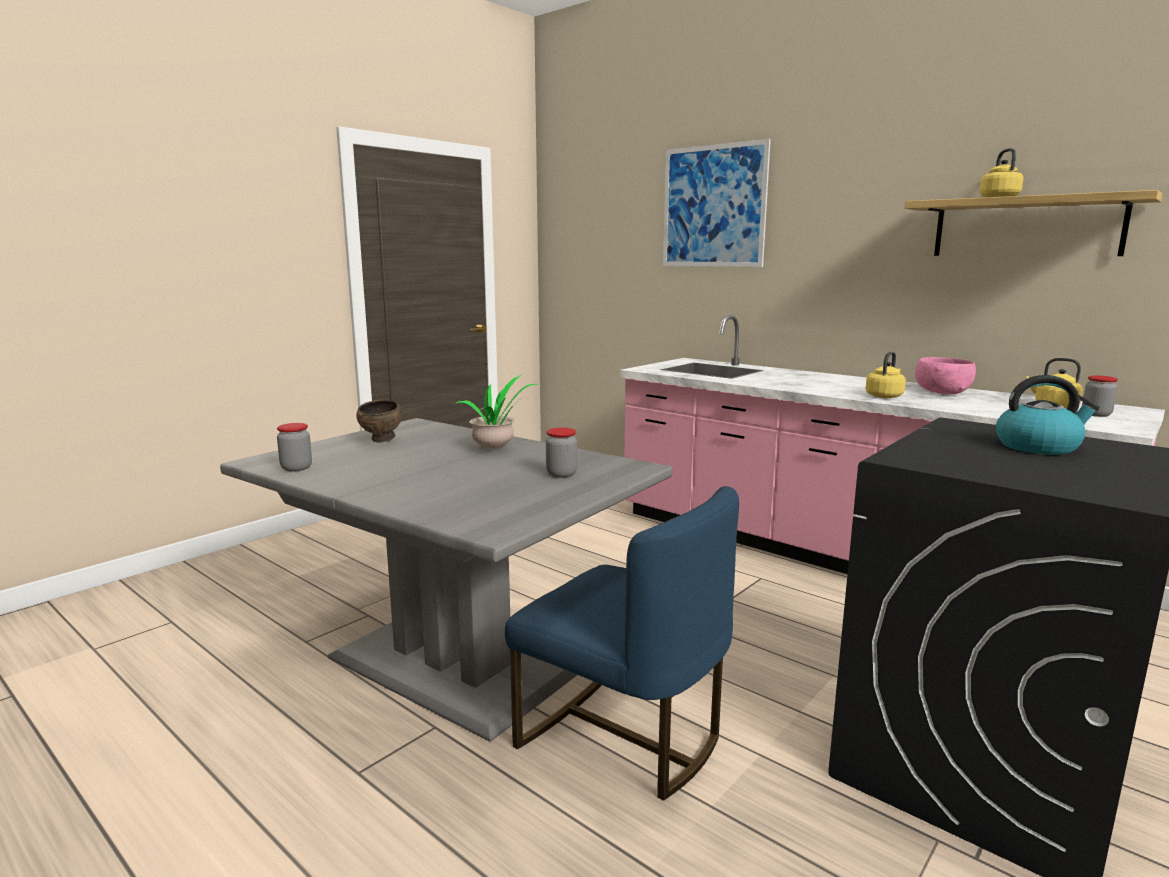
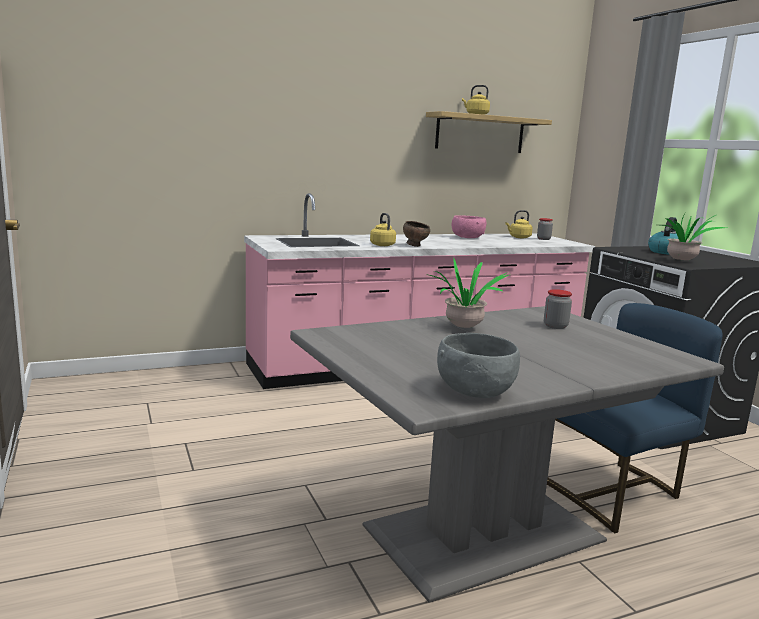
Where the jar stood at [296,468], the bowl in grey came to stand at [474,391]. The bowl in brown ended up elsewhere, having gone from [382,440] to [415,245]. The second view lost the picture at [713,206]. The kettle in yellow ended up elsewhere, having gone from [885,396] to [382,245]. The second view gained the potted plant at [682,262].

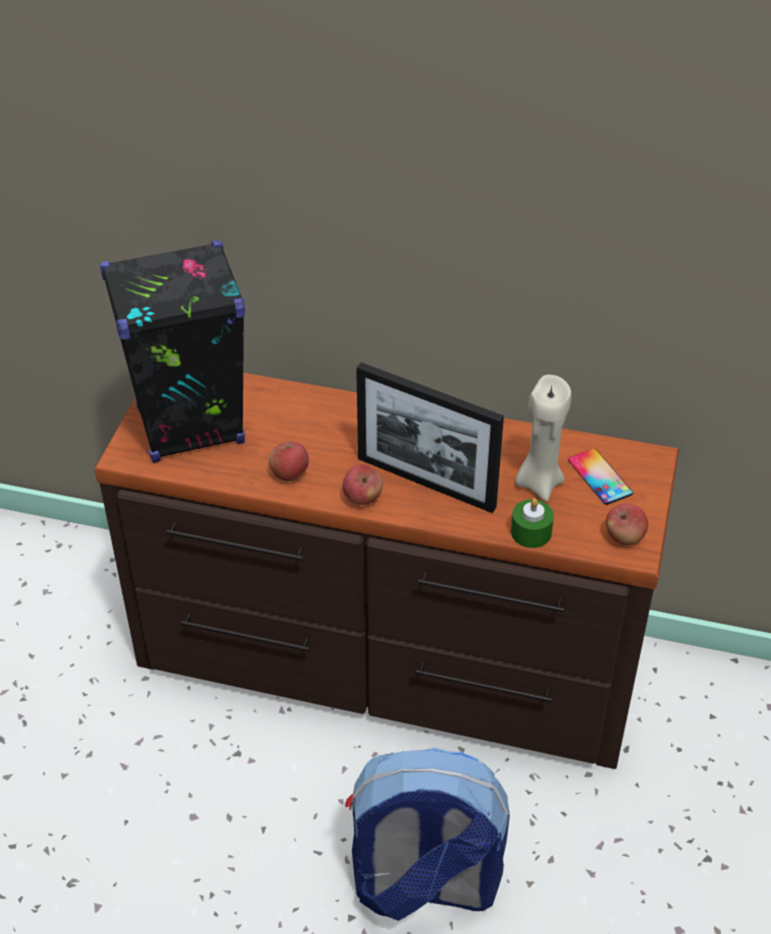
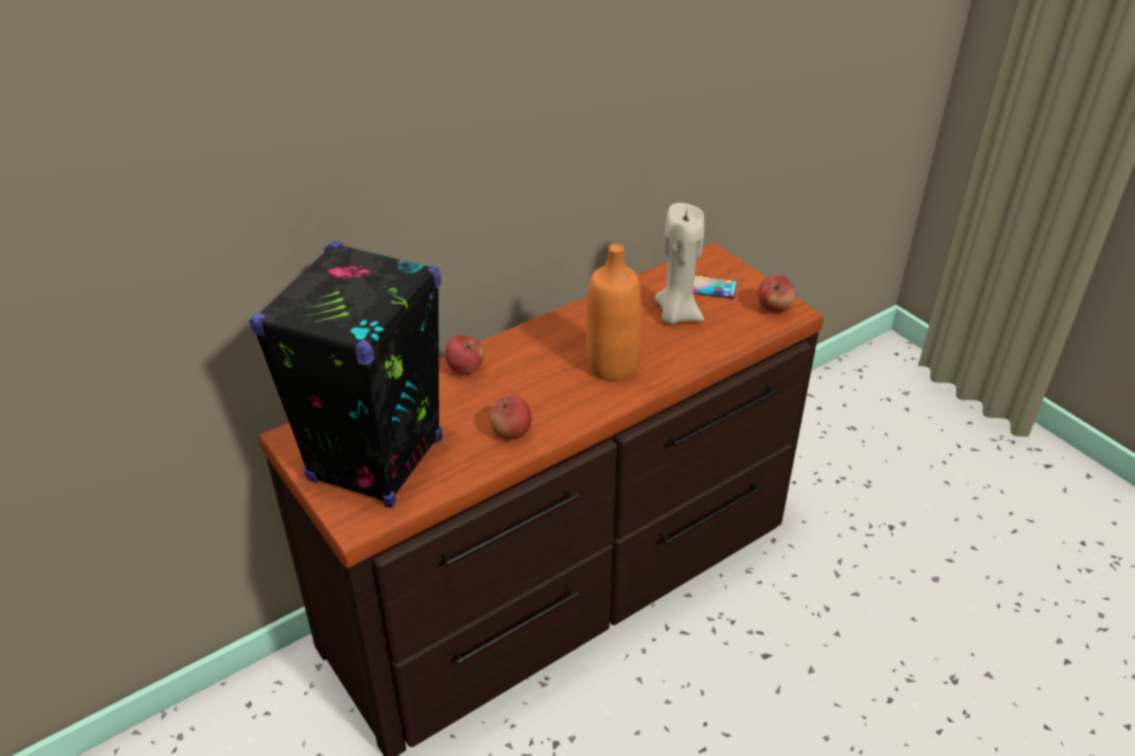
The apple ended up elsewhere, having gone from [362,498] to [465,369]. The second view lost the backpack at [423,882]. Where the picture frame stood at [426,483], the bottle in orange came to stand at [611,366]. The second view lost the candle in green at [531,532].

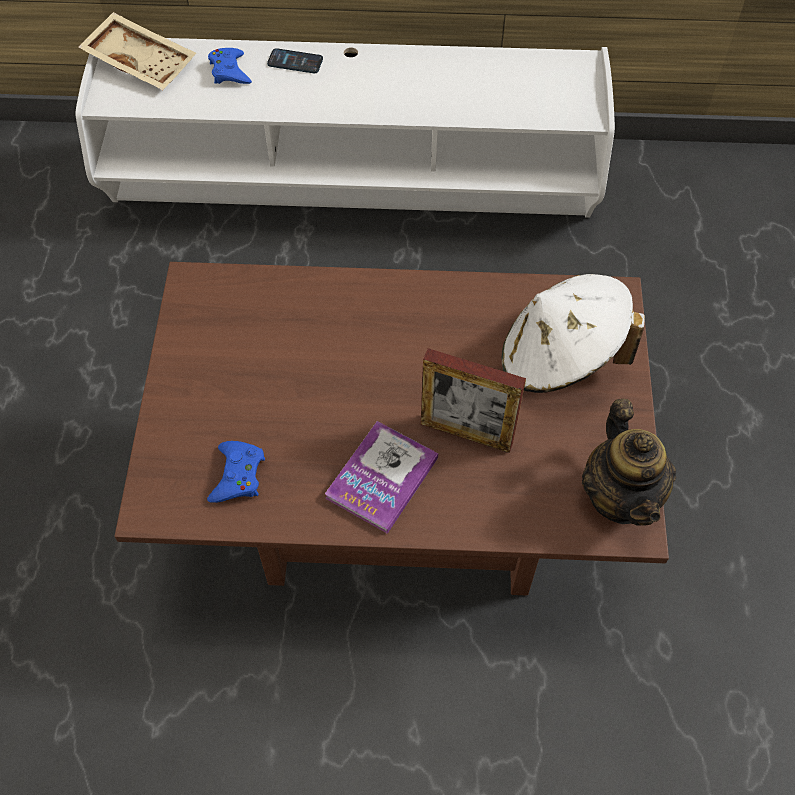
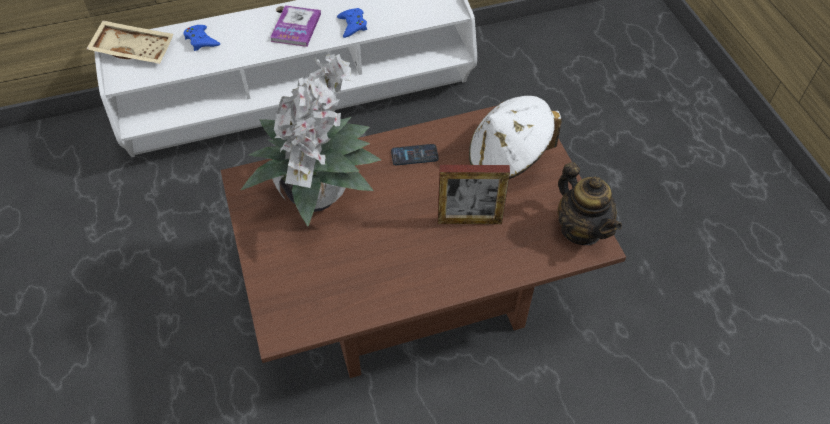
The game controller in blue ended up elsewhere, having gone from [238,475] to [352,25]. The phone ended up elsewhere, having gone from [295,62] to [414,155]. The book ended up elsewhere, having gone from [382,478] to [296,27]. The second view gained the potted plant at [319,195].

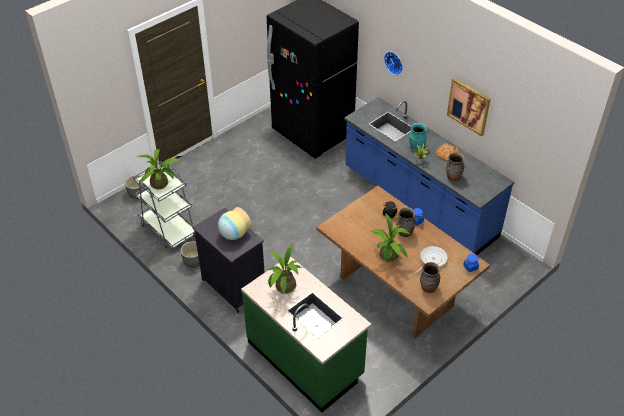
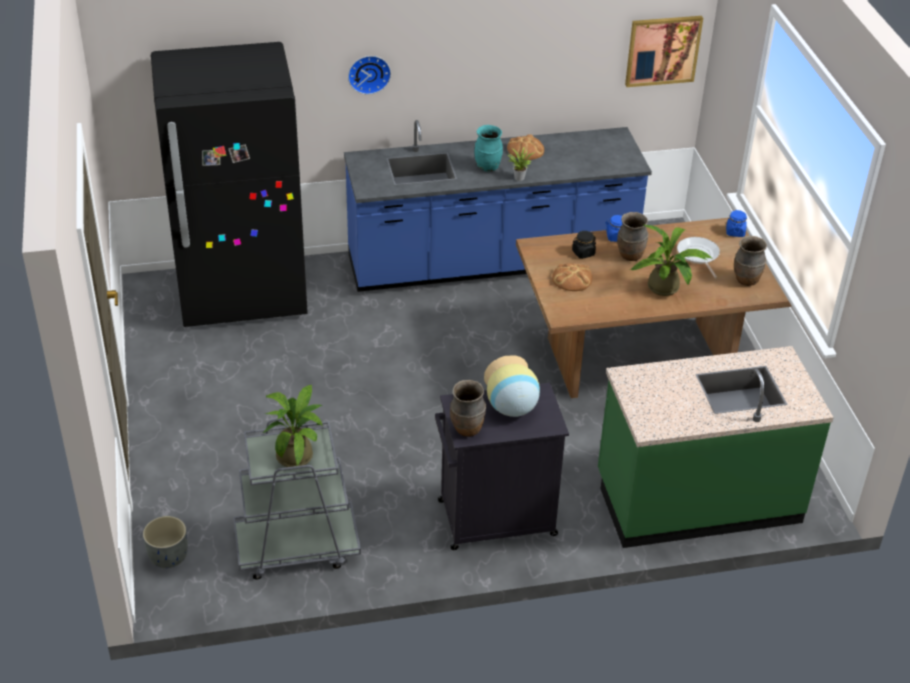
The second view lost the planter in grey at [193,261]. The second view lost the potted plant at [283,288]. The vase in brown ended up elsewhere, having gone from [453,177] to [467,429]. The picture ended up elsewhere, having gone from [469,106] to [662,50]. The second view gained the bread at [572,279].

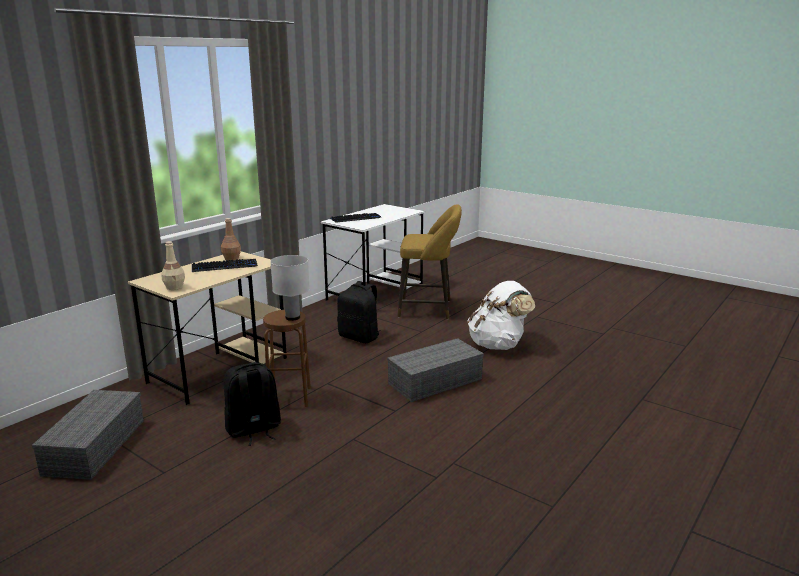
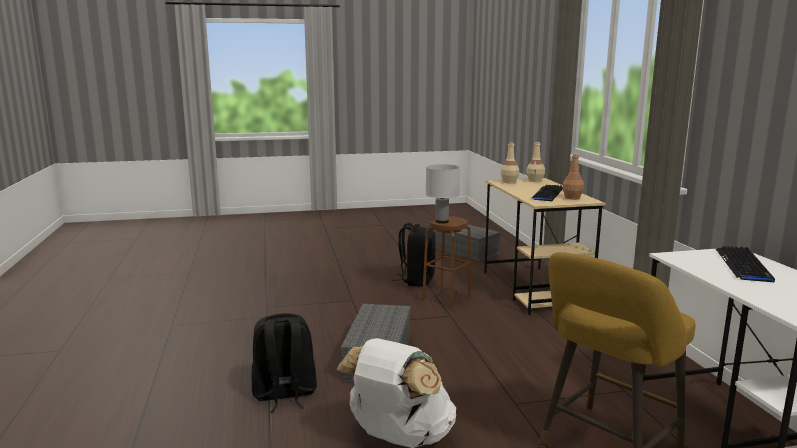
The backpack in black ended up elsewhere, having gone from [360,337] to [284,394]. The second view gained the bottle in beige at [535,181].

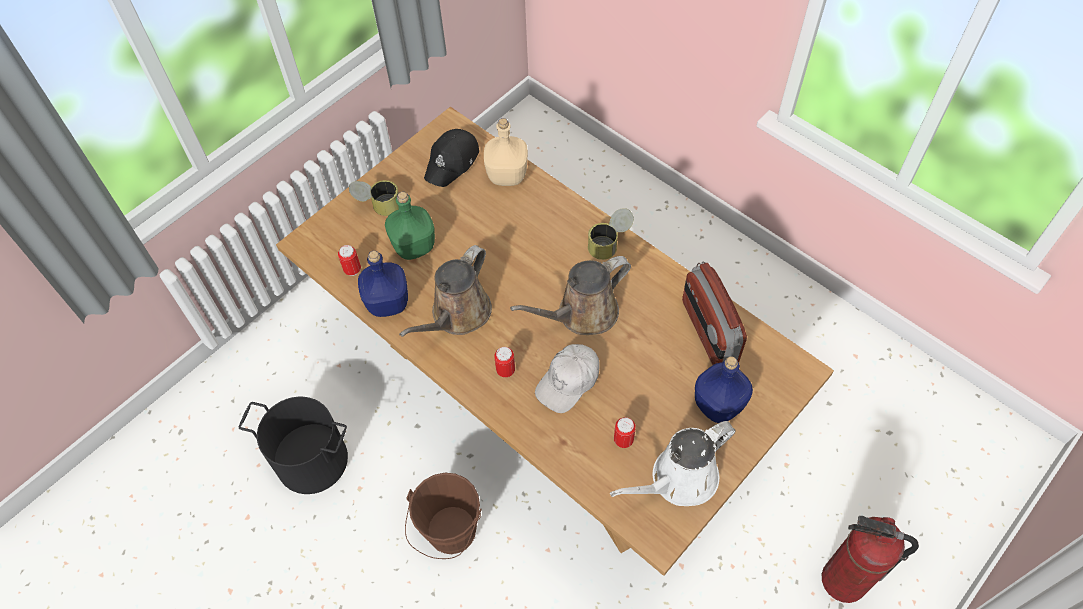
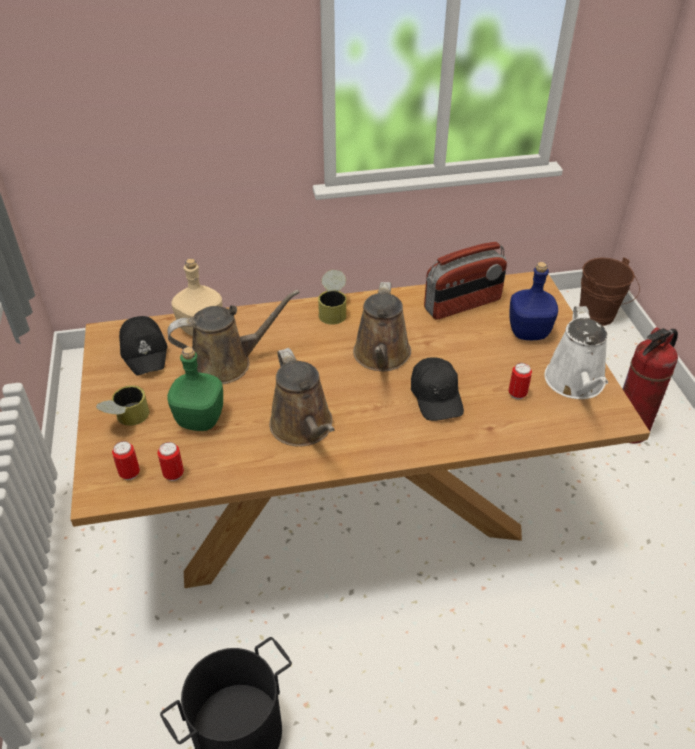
The second view lost the bottle in blue at [387,303]. The bucket in brown ended up elsewhere, having gone from [450,536] to [599,317]. The can ended up elsewhere, having gone from [505,370] to [129,473]. What was the cap in white at [568,381] turned into the cap in black at [436,396]. The radio at [708,332] ended up facing another way, 45 degrees counterclockwise from before. The second view gained the watering can in brown at [227,363].

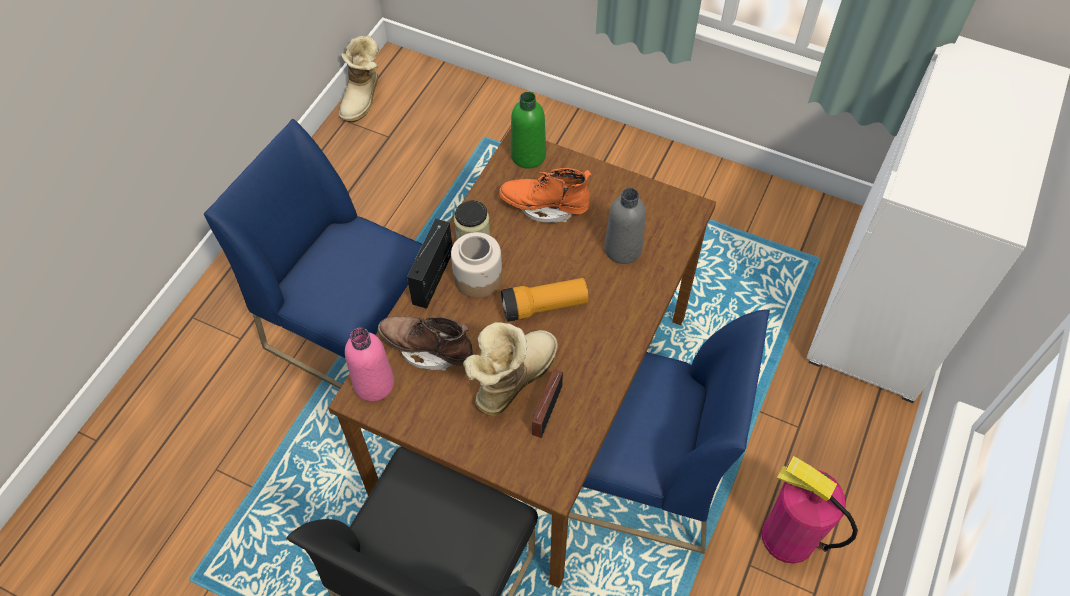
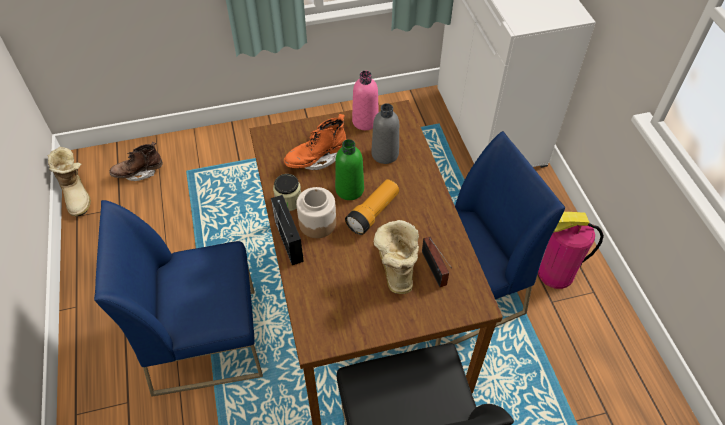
The bottle in pink ended up elsewhere, having gone from [374,384] to [365,121]. The boot in brown ended up elsewhere, having gone from [427,349] to [139,172]. The bottle in green ended up elsewhere, having gone from [528,155] to [349,189].

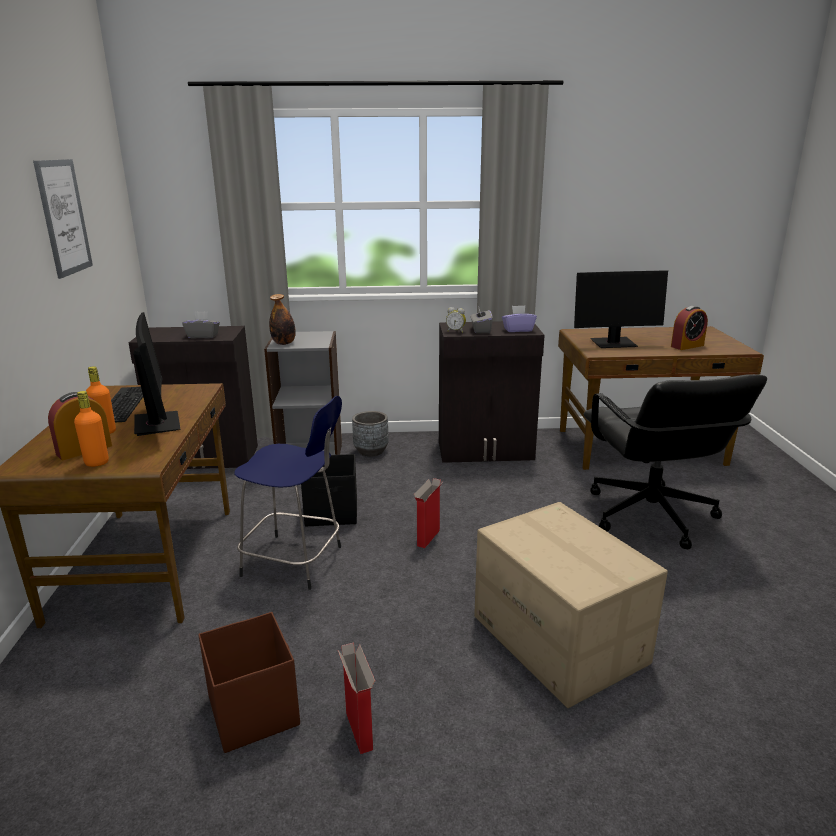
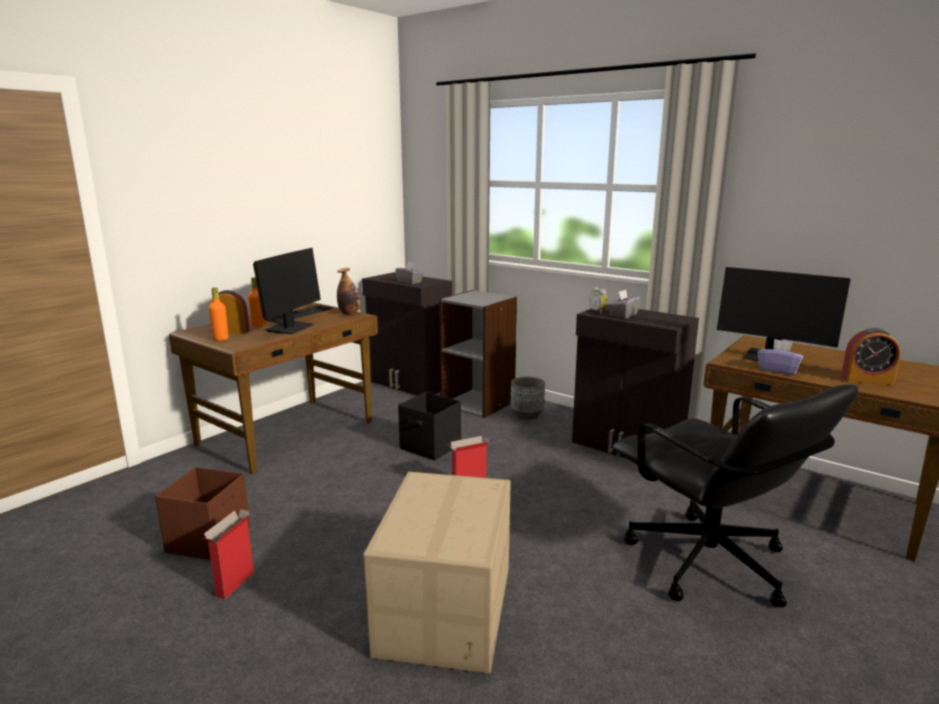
The second view lost the picture at [64,217]. The second view lost the stool in blue at [295,562]. The bottle ended up elsewhere, having gone from [284,343] to [349,313]. The tissue box in purple ended up elsewhere, having gone from [518,330] to [778,370]. The office chair in black at [650,516] ended up facing another way, 60 degrees counterclockwise from before.

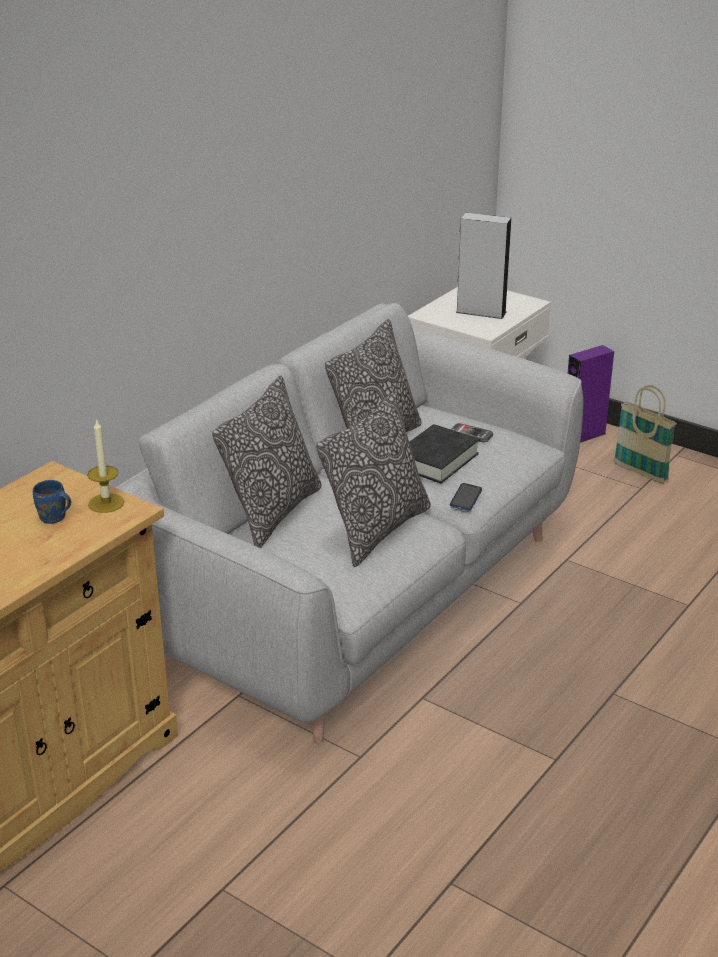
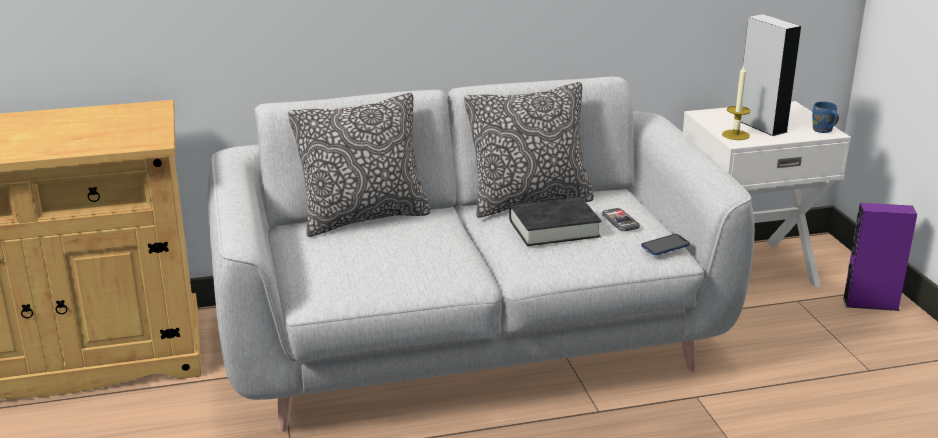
The mug in blue ended up elsewhere, having gone from [53,519] to [822,131]. The candle ended up elsewhere, having gone from [106,503] to [735,135]. The second view lost the pillow at [377,530]. The phone ended up elsewhere, having gone from [466,498] to [665,246]. The second view lost the basket at [640,472].

